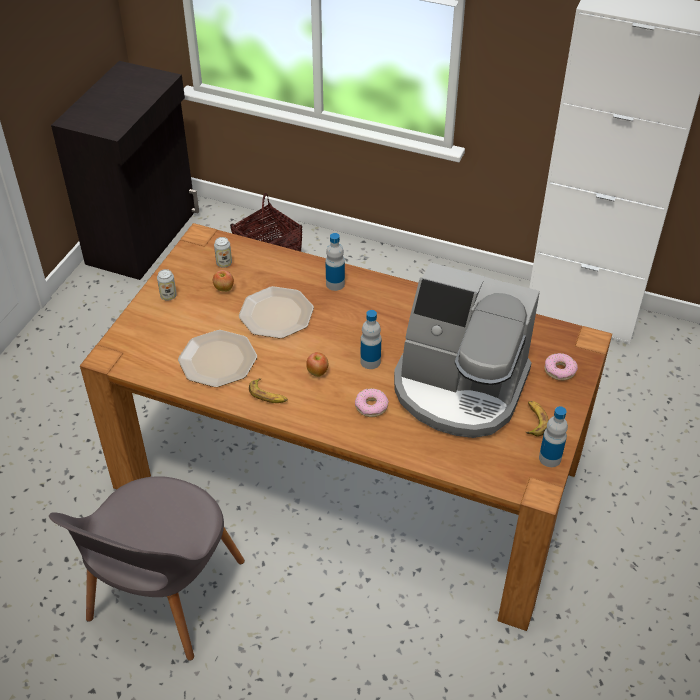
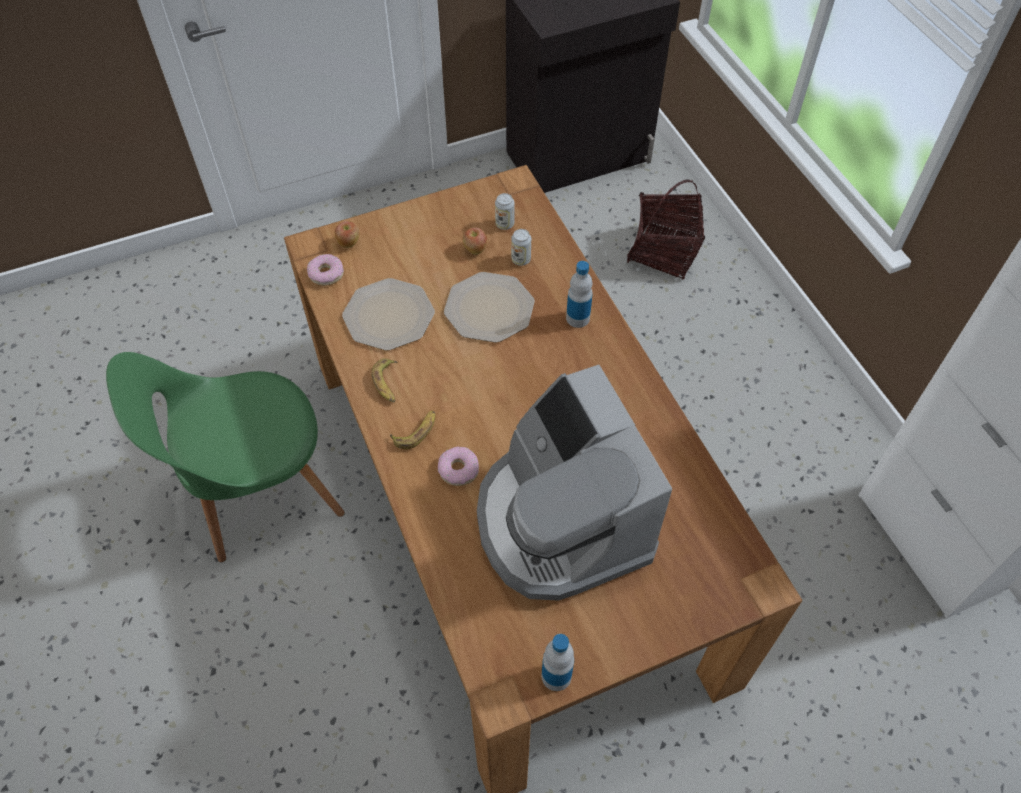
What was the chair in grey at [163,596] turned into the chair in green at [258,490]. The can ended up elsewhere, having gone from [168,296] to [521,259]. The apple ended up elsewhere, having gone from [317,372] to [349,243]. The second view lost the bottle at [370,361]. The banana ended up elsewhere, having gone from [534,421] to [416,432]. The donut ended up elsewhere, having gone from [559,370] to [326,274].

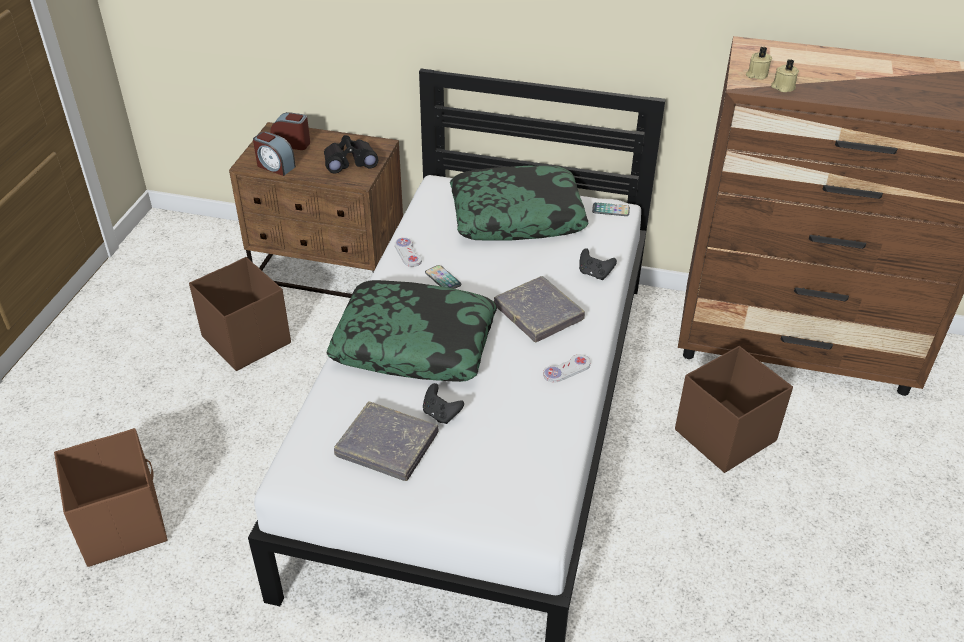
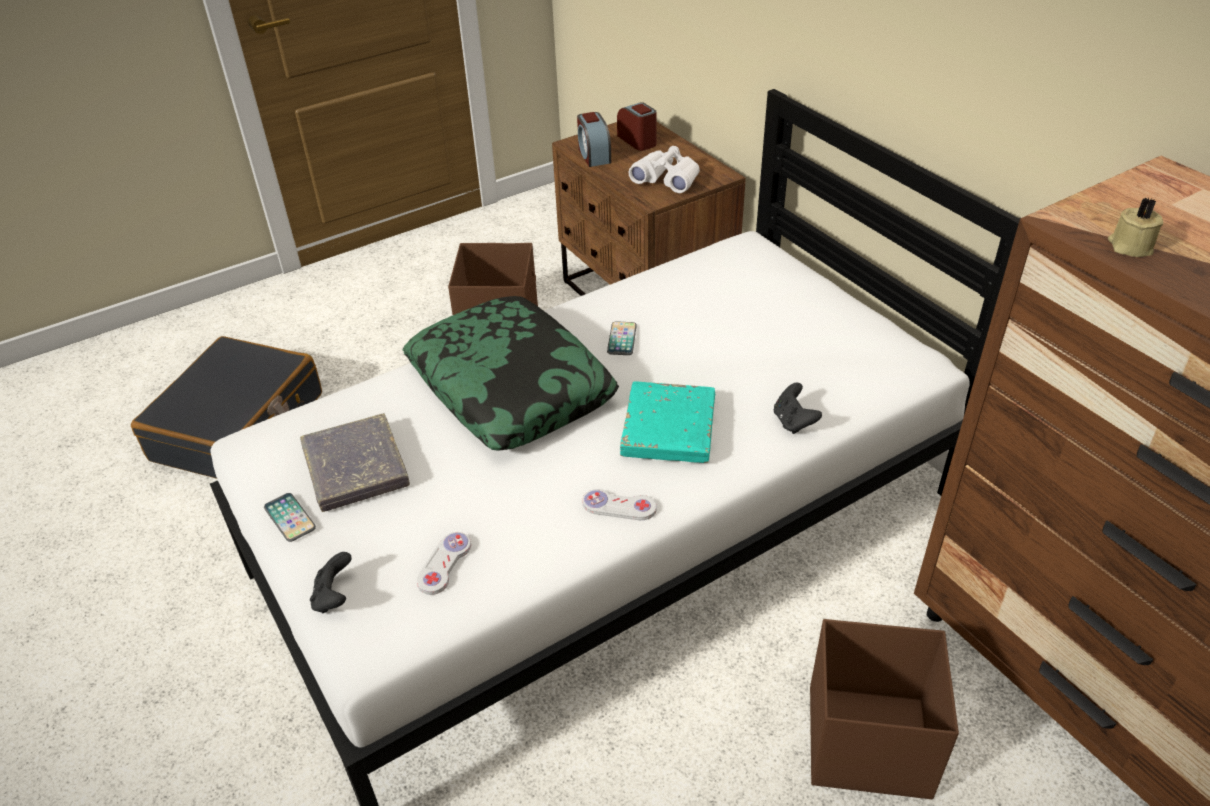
Where the storage box in brown stood at [122,522], the suitcase in black came to stand at [239,427]. What was the binoculars in black at [350,162] turned into the binoculars in white at [667,179]. The game controller in white ended up elsewhere, having gone from [408,253] to [444,564]. The game controller in black ended up elsewhere, having gone from [441,414] to [334,597]. The second view lost the pillow at [517,216]. What was the book in grey at [538,313] turned into the book in turquoise at [669,428]. The phone ended up elsewhere, having gone from [610,210] to [290,518]. The second view lost the candle in beige at [756,74].

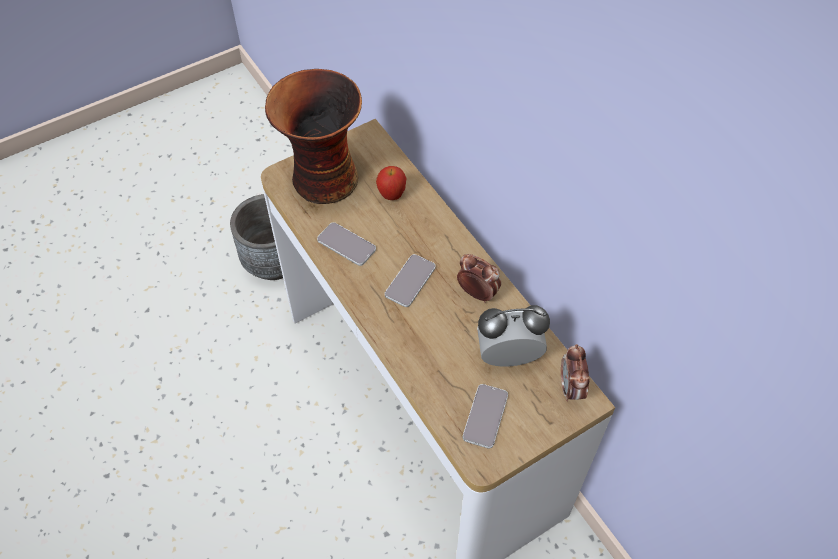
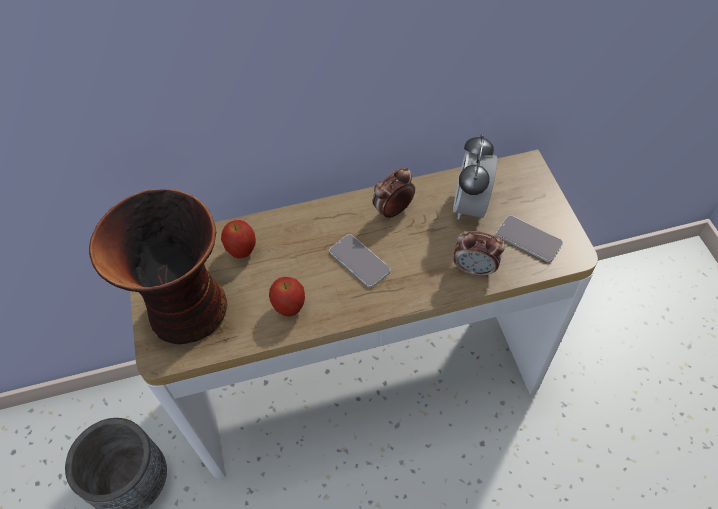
Where the phone stood at [346,244], the apple came to stand at [290,308]. The alarm clock ended up elsewhere, having gone from [571,388] to [475,269].

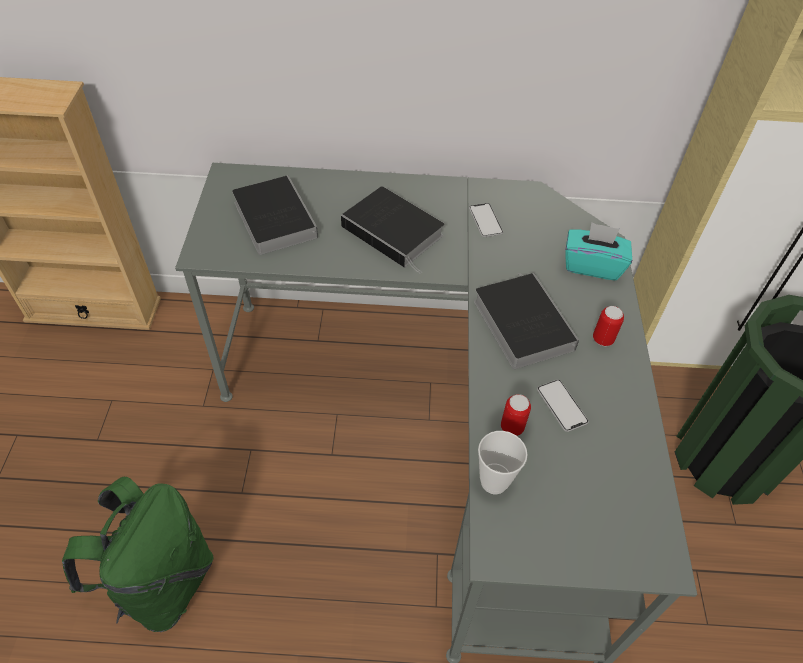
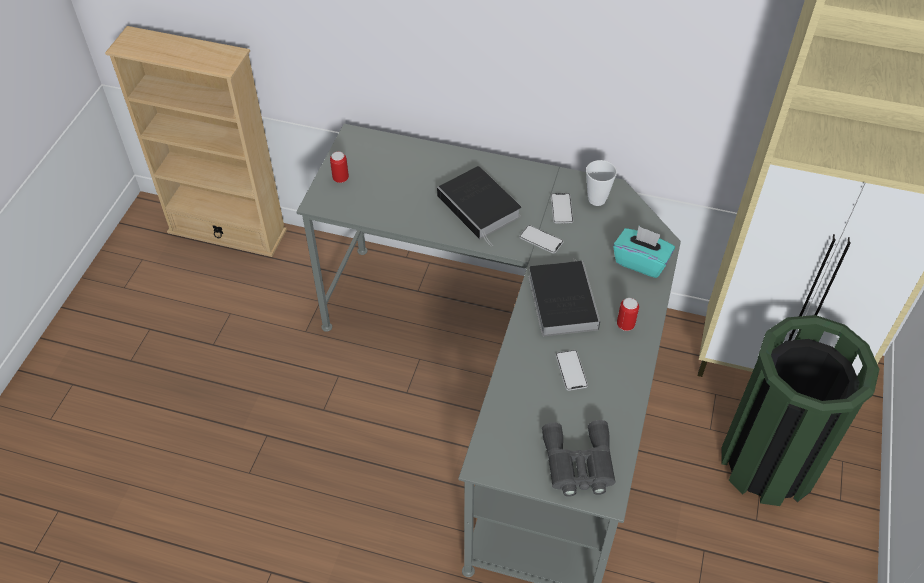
The second view lost the backpack in green at [162,582]. The second view lost the book at [273,217]. The cup ended up elsewhere, having gone from [494,482] to [597,199]. The can ended up elsewhere, having gone from [512,427] to [340,178]. The second view gained the phone at [541,240]. The second view gained the binoculars in grey at [578,464].

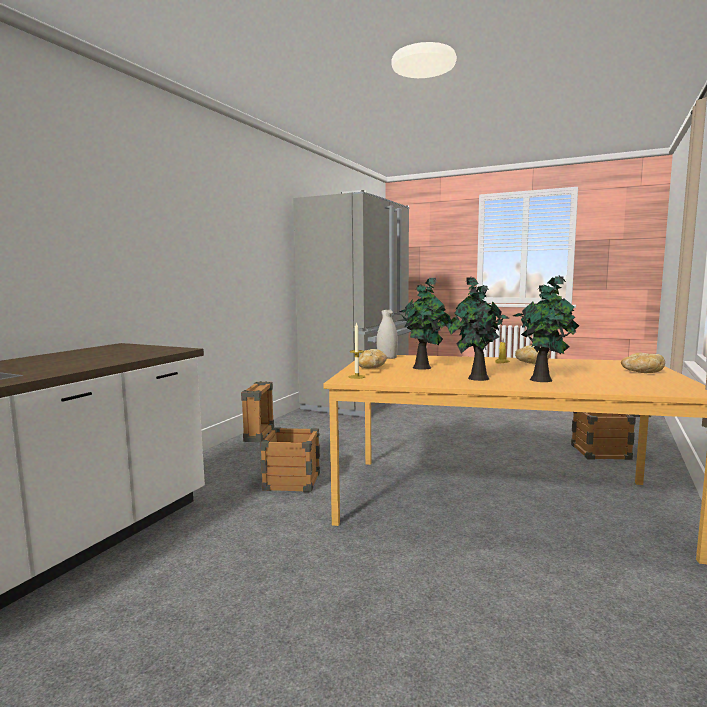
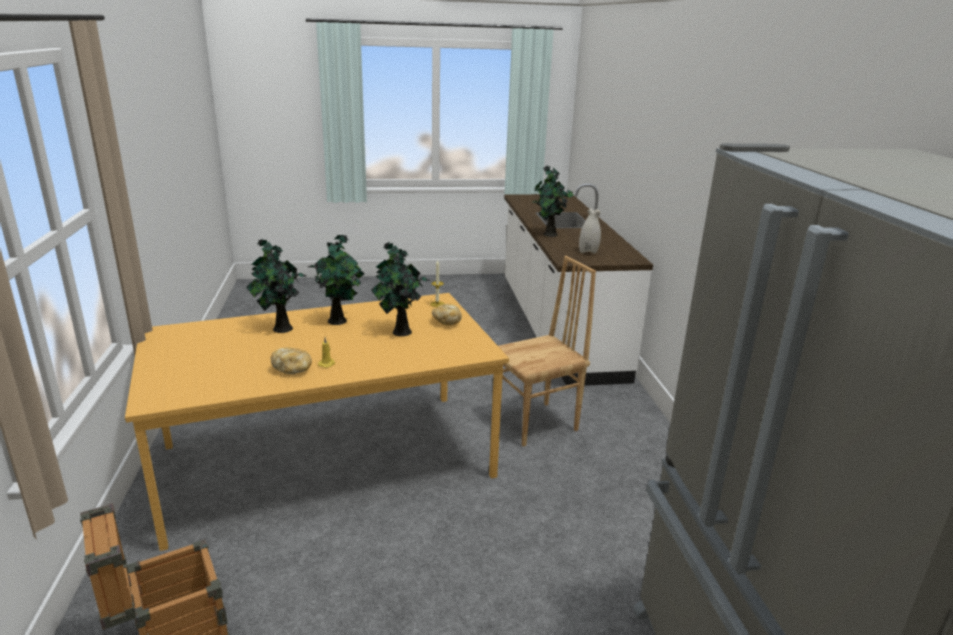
Where the crate stood at [283,481], the chair in brown came to stand at [537,424]. The vase in white ended up elsewhere, having gone from [387,357] to [588,252]. The second view lost the bread at [641,372]. The second view gained the potted plant at [549,235].

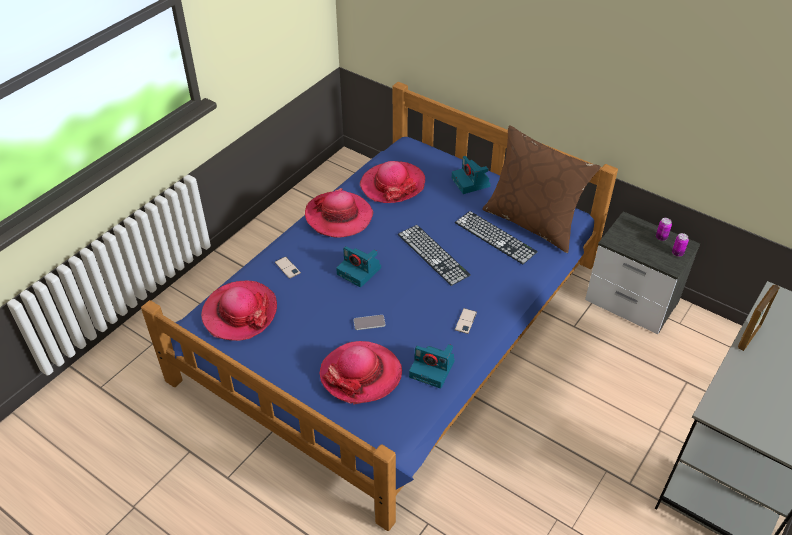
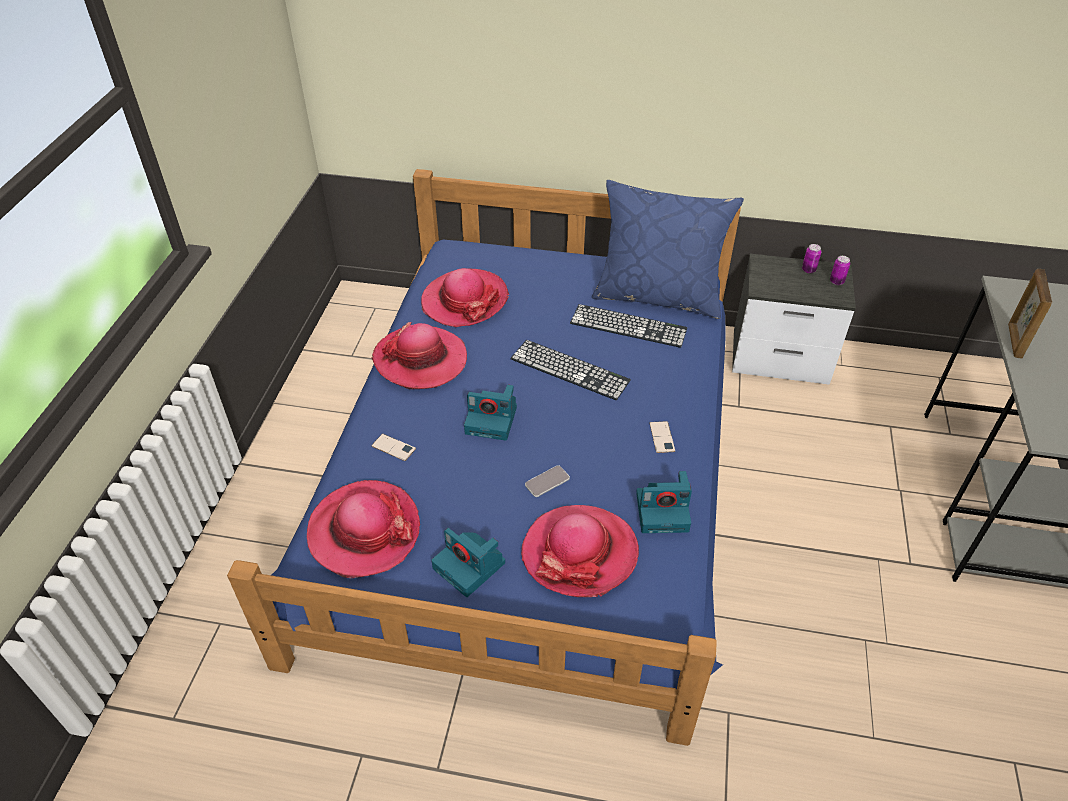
The photo camera ended up elsewhere, having gone from [471,182] to [470,566]. What was the pillow in brown at [533,222] turned into the pillow in blue at [658,296].

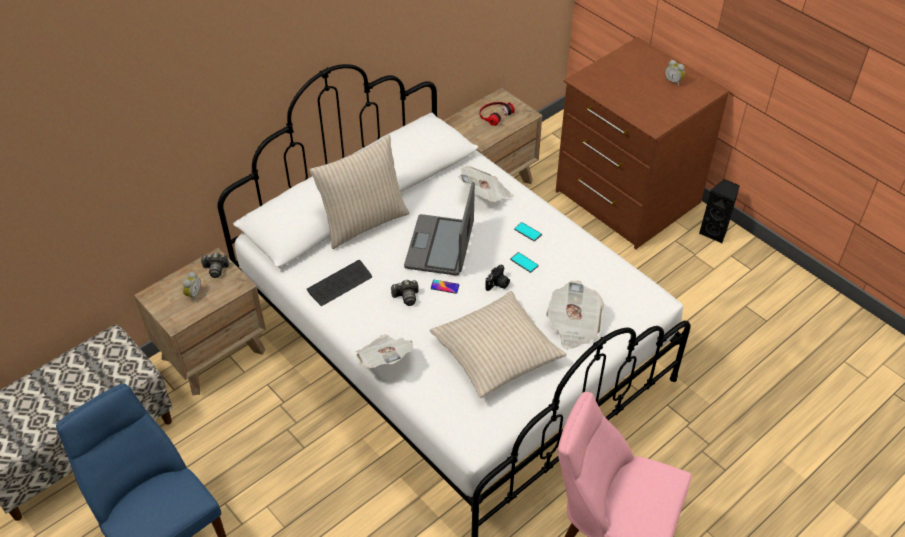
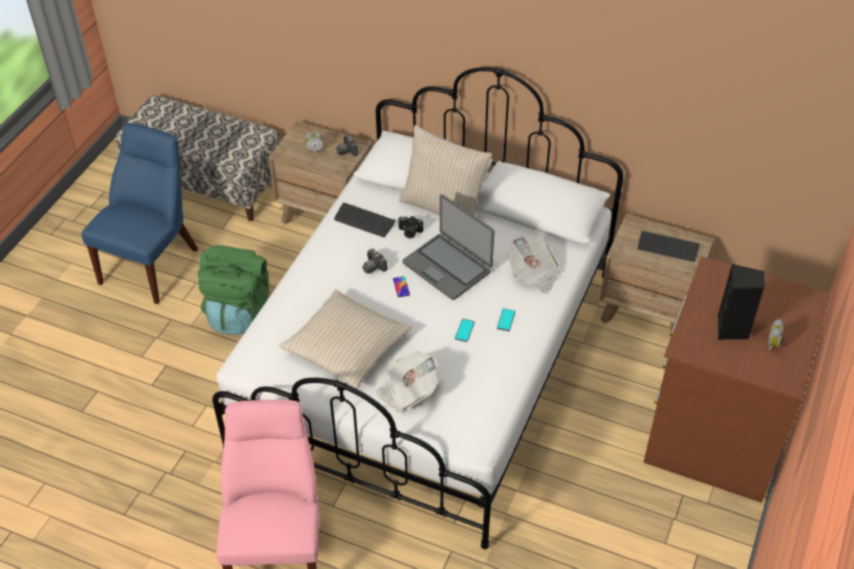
The second view lost the newspaper at [385,360]. The laptop at [440,246] ended up facing another way, 120 degrees counterclockwise from before. Where the headphones stood at [494,114], the keyboard came to stand at [668,247]. The photo camera ended up elsewhere, having gone from [498,284] to [410,232]. The speaker in black ended up elsewhere, having gone from [715,232] to [732,329]. The second view gained the backpack in green at [239,312].

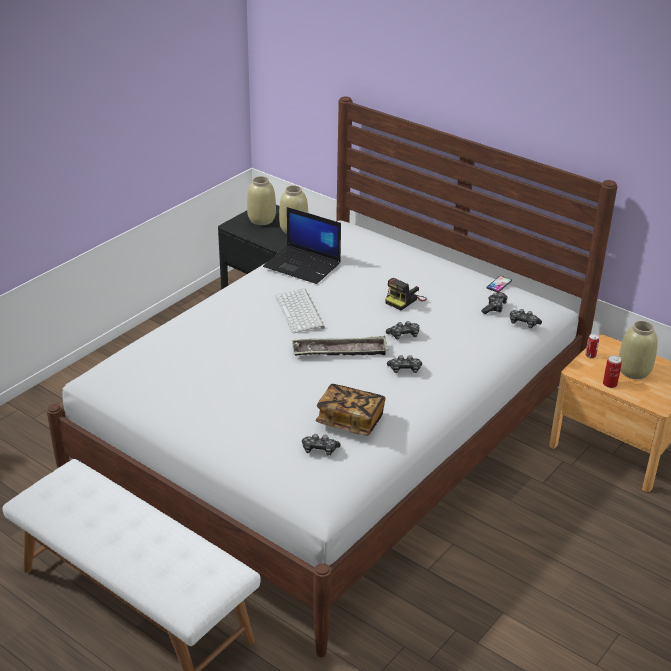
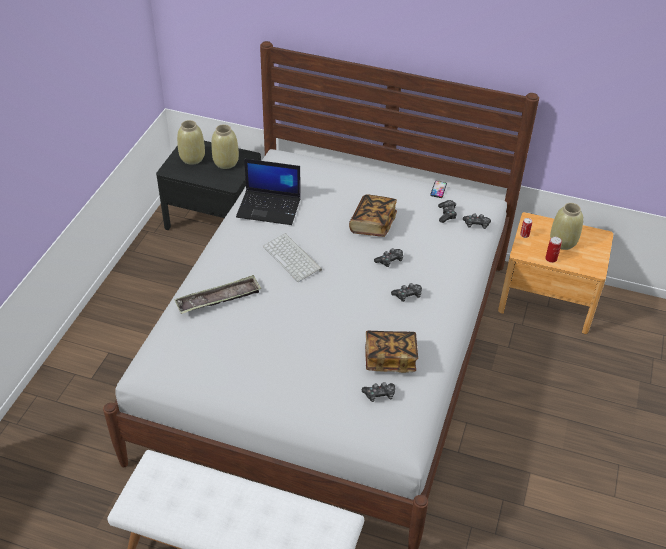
The tray ended up elsewhere, having gone from [340,351] to [218,299]. Where the photo camera stood at [404,300], the book came to stand at [372,224].

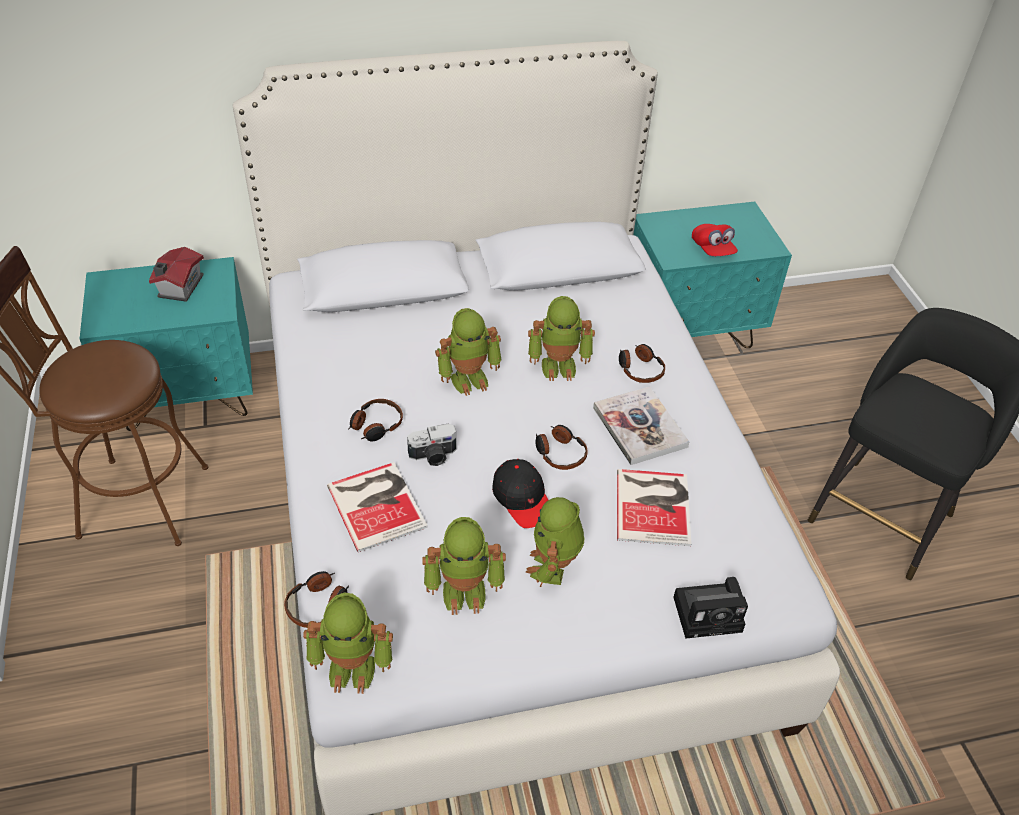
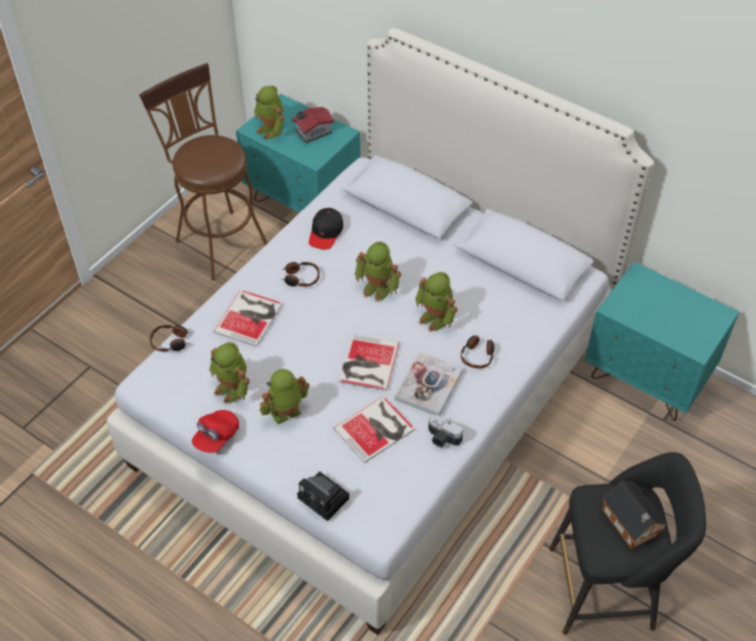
The toy robot ended up elsewhere, having gone from [353,666] to [271,130]. The photo camera ended up elsewhere, having gone from [433,456] to [442,439]. The cap in black ended up elsewhere, having gone from [522,499] to [326,233]. Where the headphones stood at [559,453], the book came to stand at [367,363]. The cap in red ended up elsewhere, having gone from [712,250] to [216,437]. The second view gained the toy house at [631,524].

